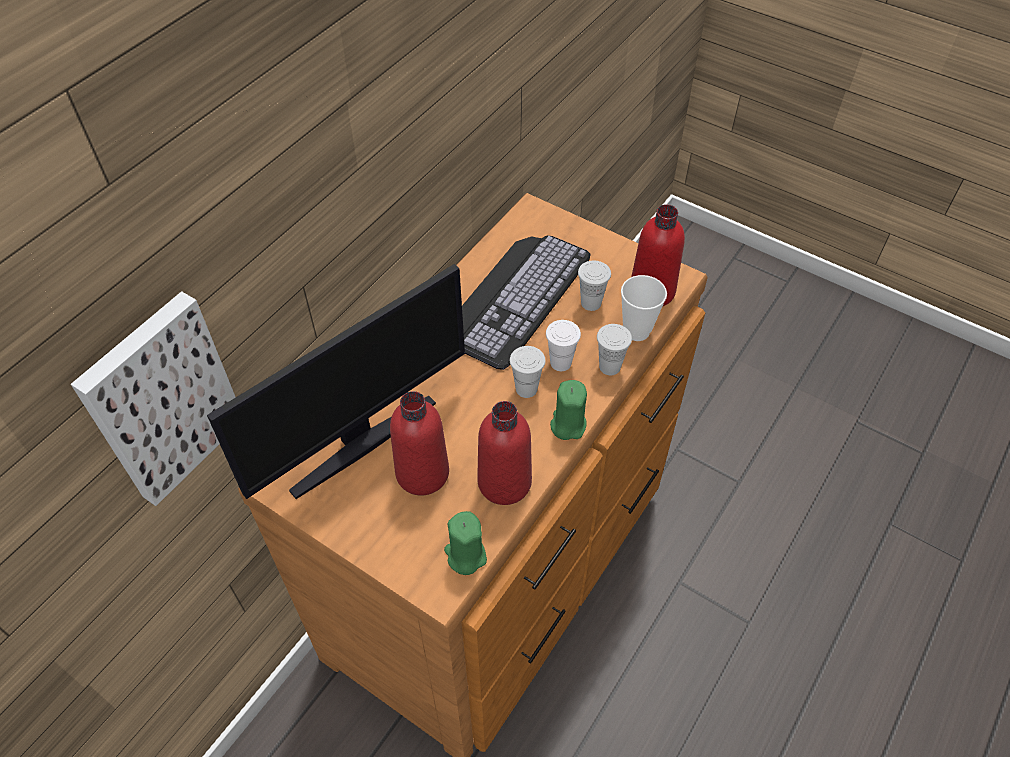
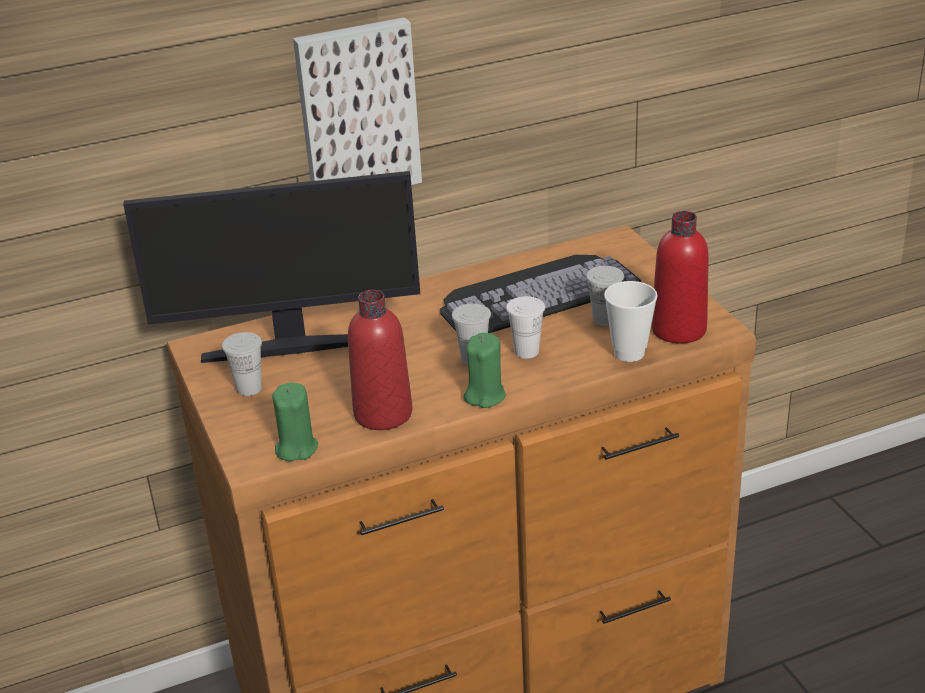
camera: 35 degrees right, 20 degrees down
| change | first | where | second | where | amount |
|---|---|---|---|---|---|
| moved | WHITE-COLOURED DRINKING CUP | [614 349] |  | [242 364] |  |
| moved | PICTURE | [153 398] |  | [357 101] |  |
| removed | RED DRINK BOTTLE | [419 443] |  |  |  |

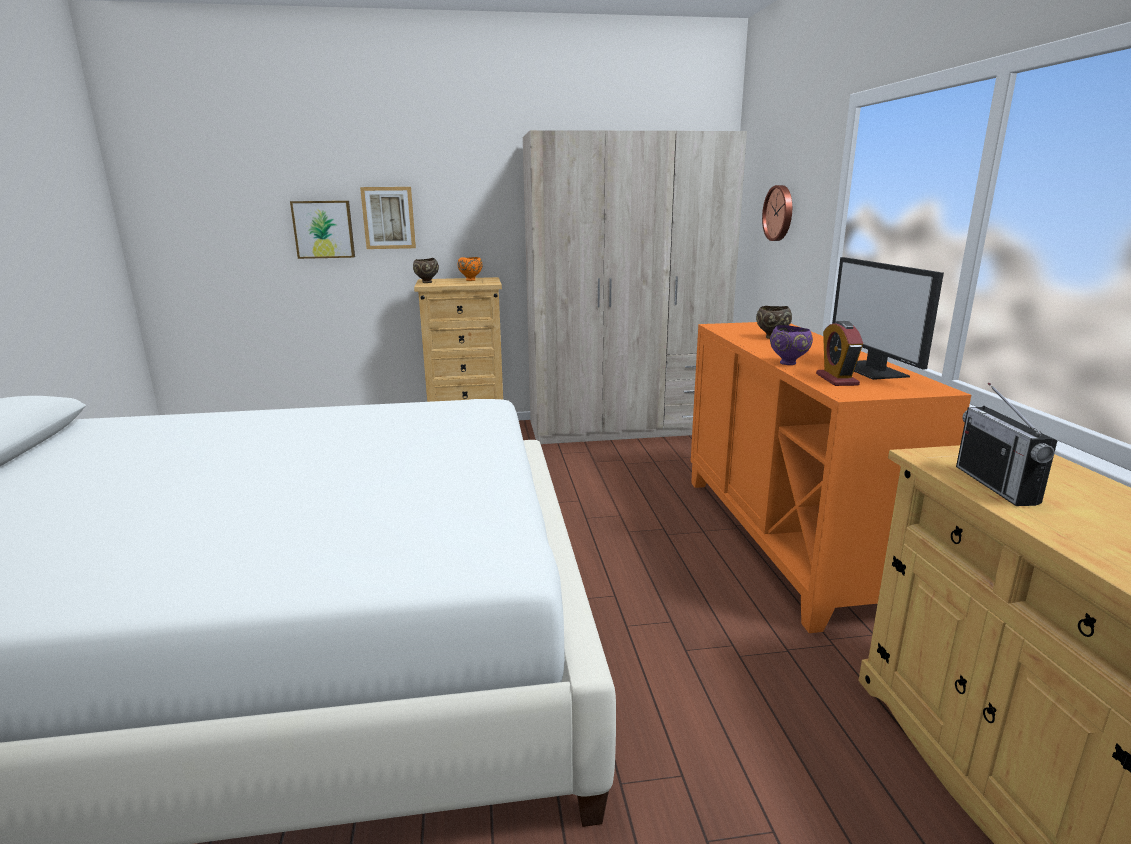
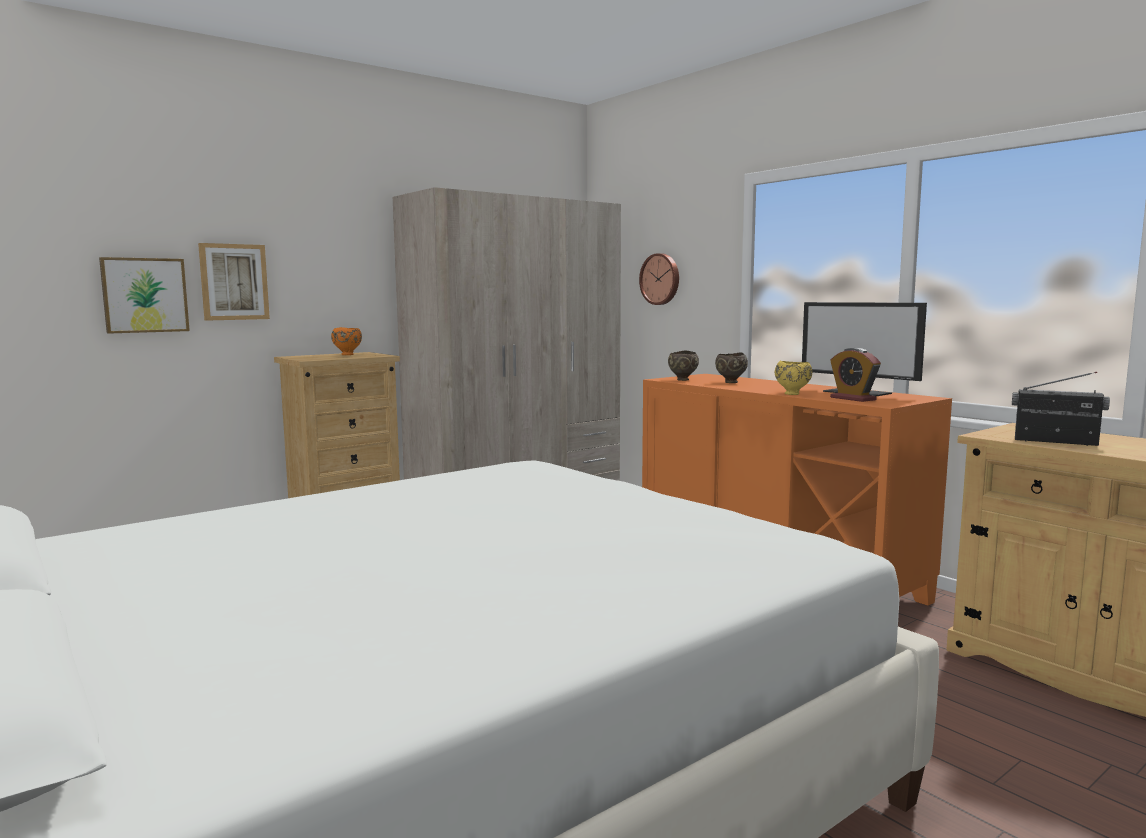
camera: 30 degrees left, 10 degrees down
| change | first | where | second | where | amount |
|---|---|---|---|---|---|
| moved | BROWN-COLOURED DEEP DISH | [426 270] |  | [683 366] |  |
| recoloured | PURPLE-COLOURED DEEP DISH | [791 345] | YELLOWISH DEEP DISH | [793 378] |  |
| turned | RADIO | [1006 444] |  | [1061 409] | 150 degrees clockwise |

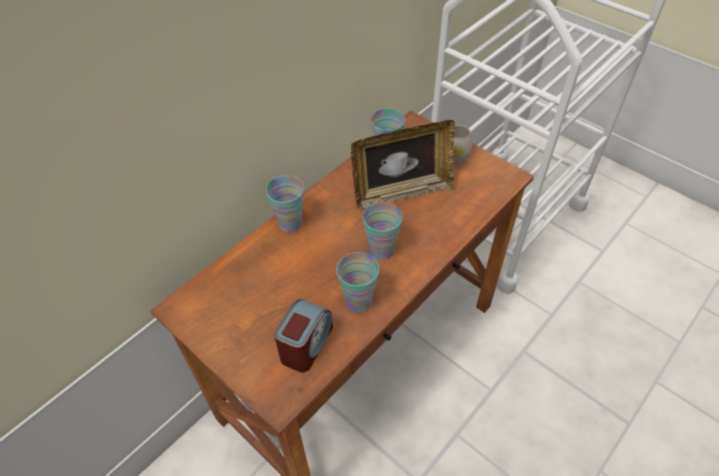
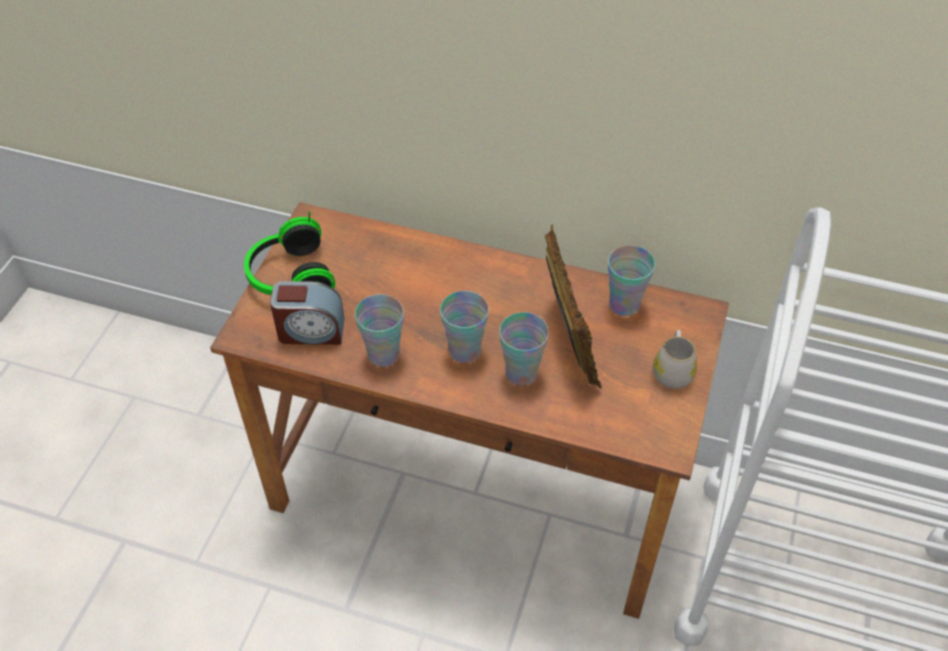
camera: 65 degrees right, 0 degrees up
| change | first | where | second | where | amount |
|---|---|---|---|---|---|
| added |  |  | HEADSET | [289 253] |  |
| moved | DRINKING CUP | [285 203] |  | [524 348] |  |
| turned | STANDING FRAME | [403 165] |  | [573 306] | 150 degrees counterclockwise |

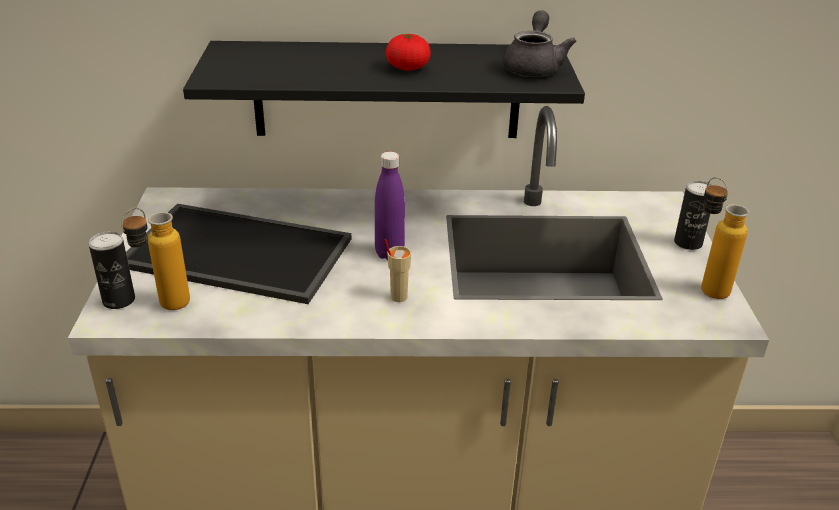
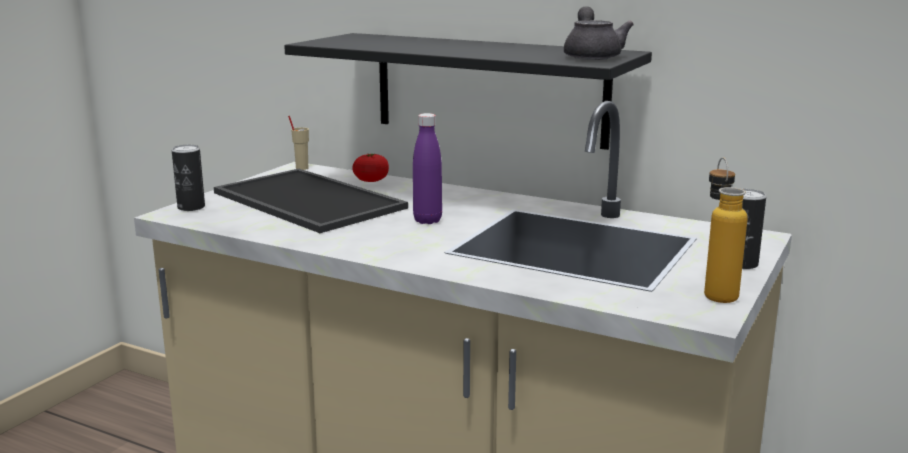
camera: 30 degrees right, 15 degrees down
| change | first | where | second | where | amount |
|---|---|---|---|---|---|
| moved | SAND-COLOURED DRINKING CUP | [397 270] |  | [298 143] |  |
| moved | FRESH TOMATO | [408 52] |  | [370 168] |  |
| turned | GREY POT FOR TEA | [539 43] |  | [599 33] | 45 degrees counterclockwise |
| removed | DRINK BOTTLE | [155 259] |  |  |  |

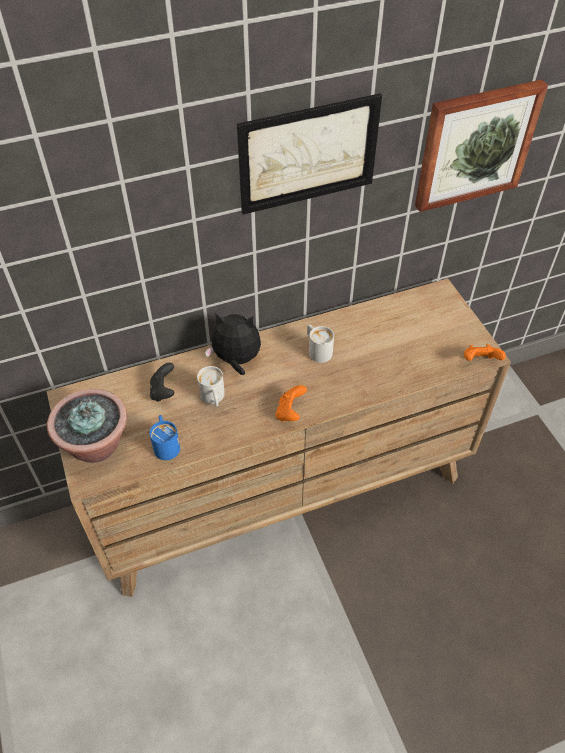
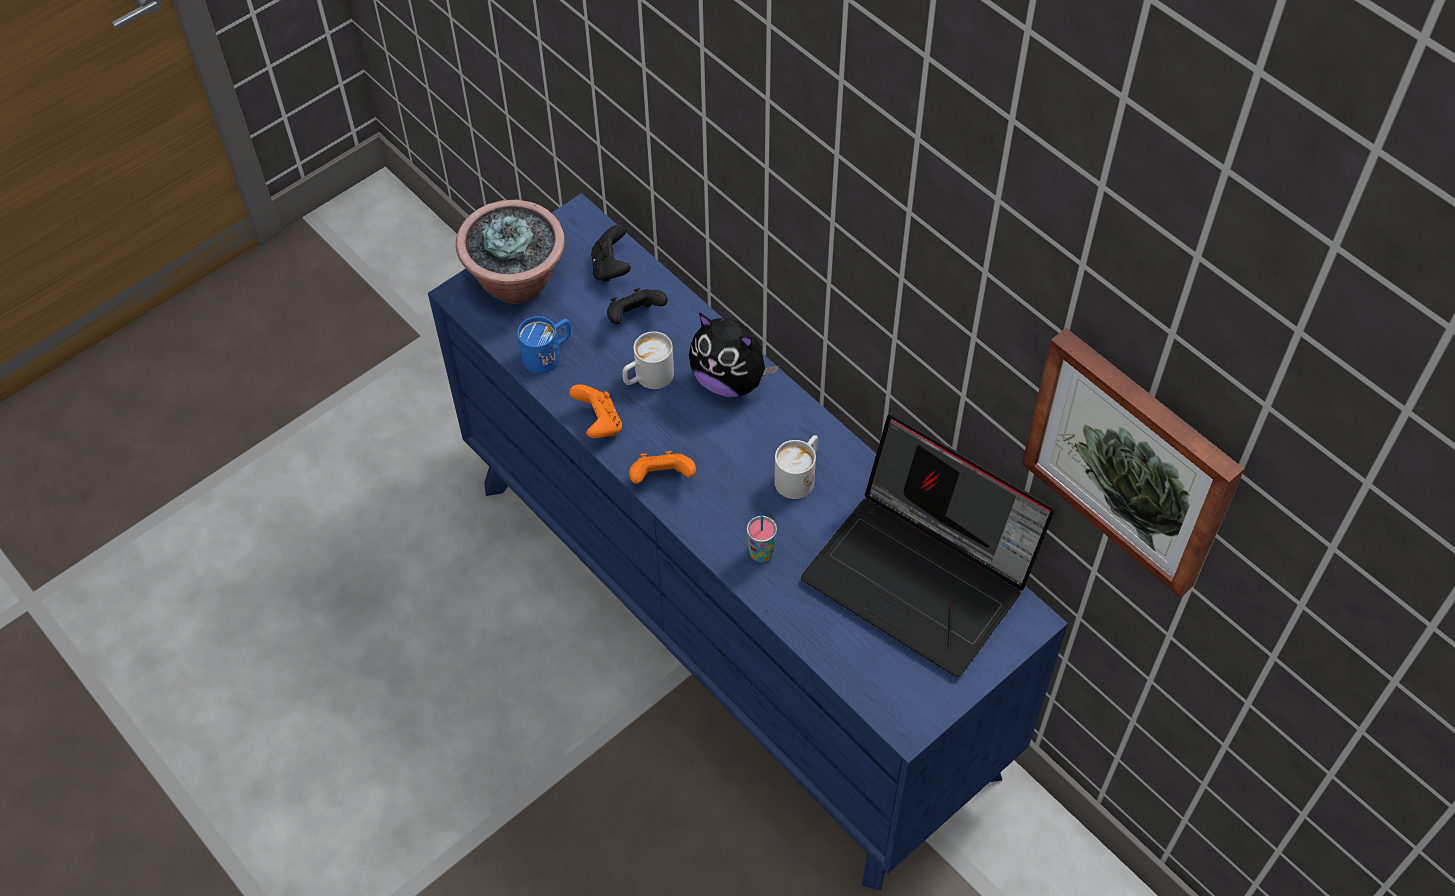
camera: 70 degrees right, 5 degrees up
| change | first | where | second | where | amount |
|---|---|---|---|---|---|
| recoloured | BROWN-COLOURED CHEST OF DRAWERS | [278 437] | BLUISH CHEST OF DRAWERS | [748 541] |  |
| moved | ORANGE-COLOURED GAMEPAD | [485 352] |  | [595 411] |  |
| added |  |  | BLACKISH GAMEPAD | [611 253] |  |
| turned | PLUSH TOY | [233 343] |  | [734 355] | 135 degrees clockwise |
| added |  |  | DRINKING CUP | [762 538] |  |
| added |  |  | LAPTOP | [927 546] |  |
| removed | PICTURE | [309 154] |  |  |  |

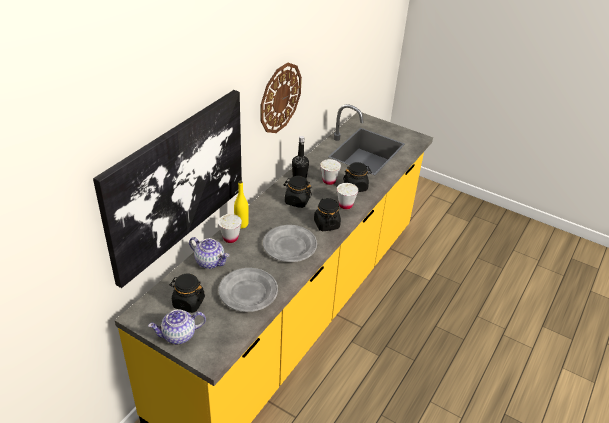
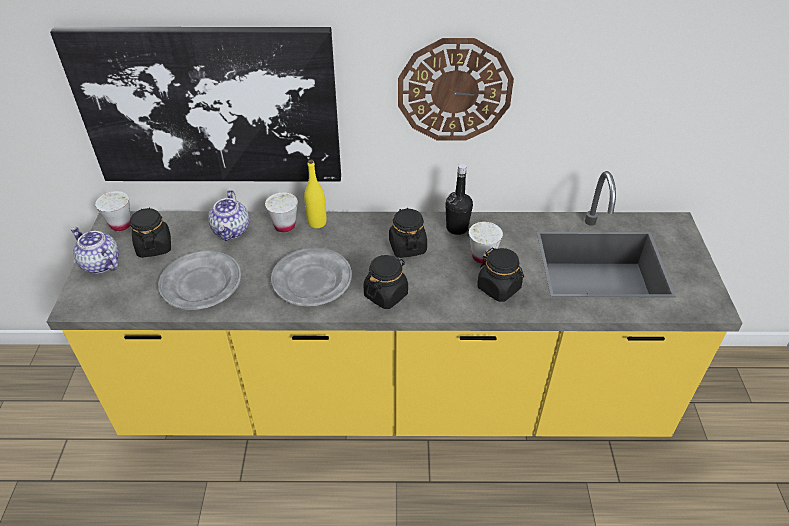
camera: 60 degrees right, 5 degrees up
| change | first | where | second | where | amount |
|---|---|---|---|---|---|
| moved | WHITE-COLOURED DRINKING CUP | [347 196] |  | [113 211] |  |

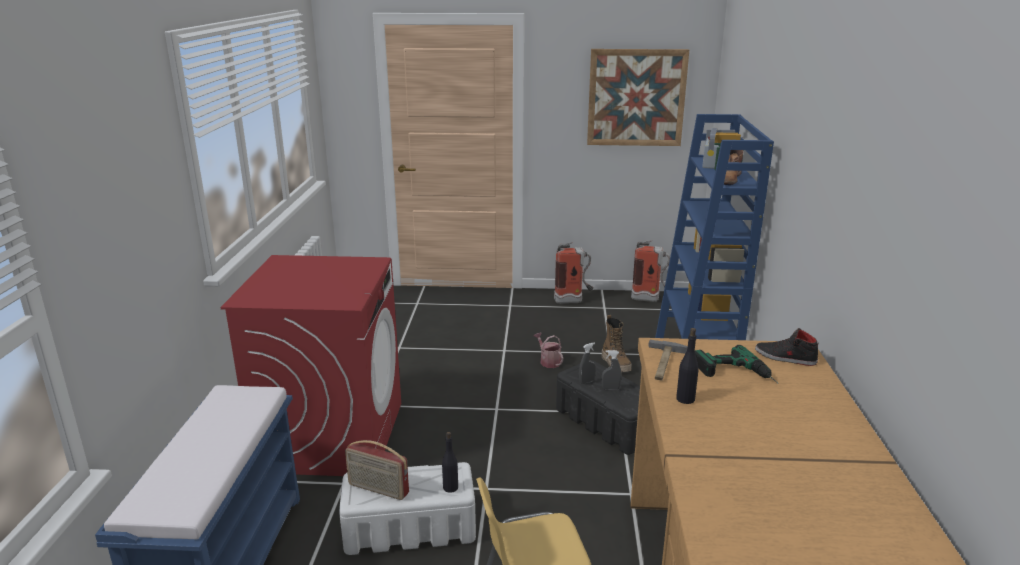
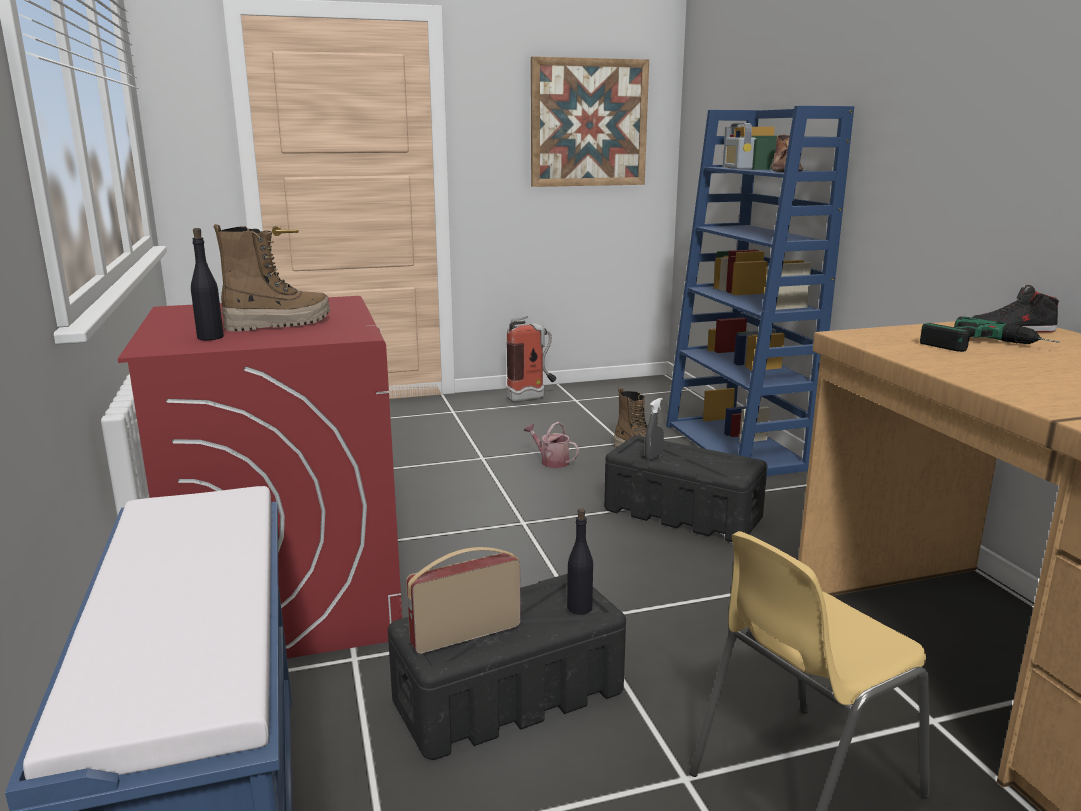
camera: 20 degrees left, 5 degrees down
| change | first | where | second | where | amount |
|---|---|---|---|---|---|
| moved | BLACKISH DRINK BOTTLE | [687 366] |  | [207 284] |  |
| added |  |  | TALL BOOT | [272 277] |  |
| recoloured | WHITE-COLOURED STORAGE BOX | [407 508] | BLACKISH STORAGE BOX | [507 667] |  |
| turned | RADIO | [377 470] |  | [463 600] | 150 degrees clockwise |
| removed | GREY HAND SPRAYER | [611 370] |  |  |  |
| removed | FIRE-FIGHTING CYLINDER | [650 271] |  |  |  |
| removed | TOOL HAMMER | [668 360] |  |  |  |

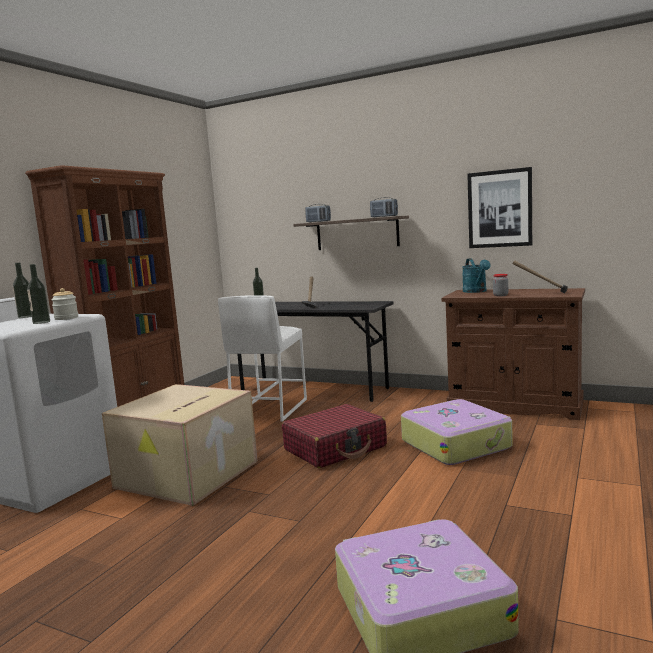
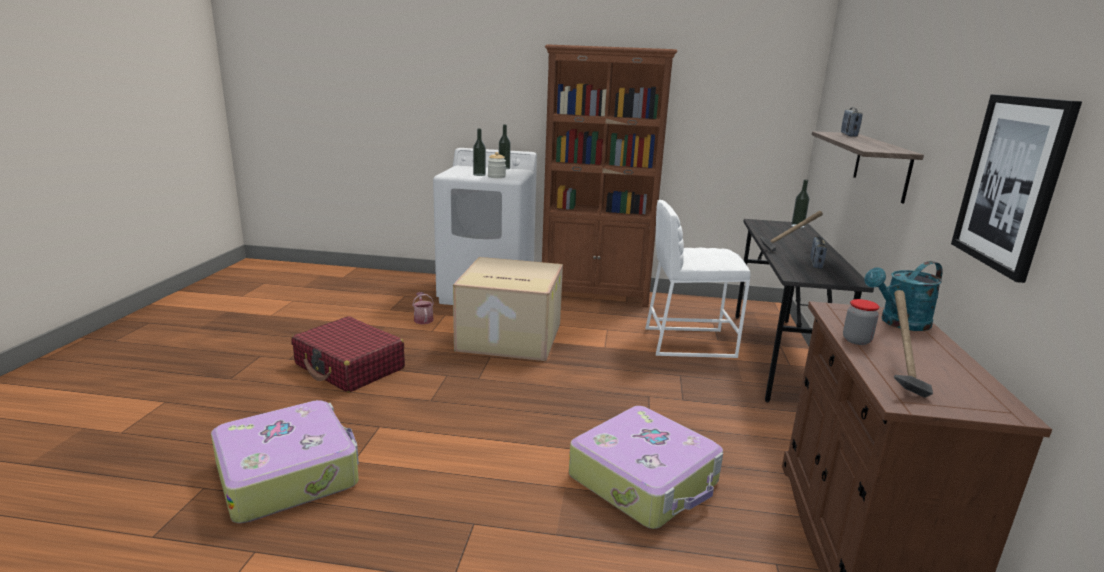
camera: 70 degrees right, 10 degrees up
| change | first | where | second | where | amount |
|---|---|---|---|---|---|
| moved | RED TRAVEL CASE | [334 436] |  | [348 354] |  |
| added |  |  | WATERING CAN | [423 308] |  |
| moved | RADIO | [384 207] |  | [818 252] |  |

